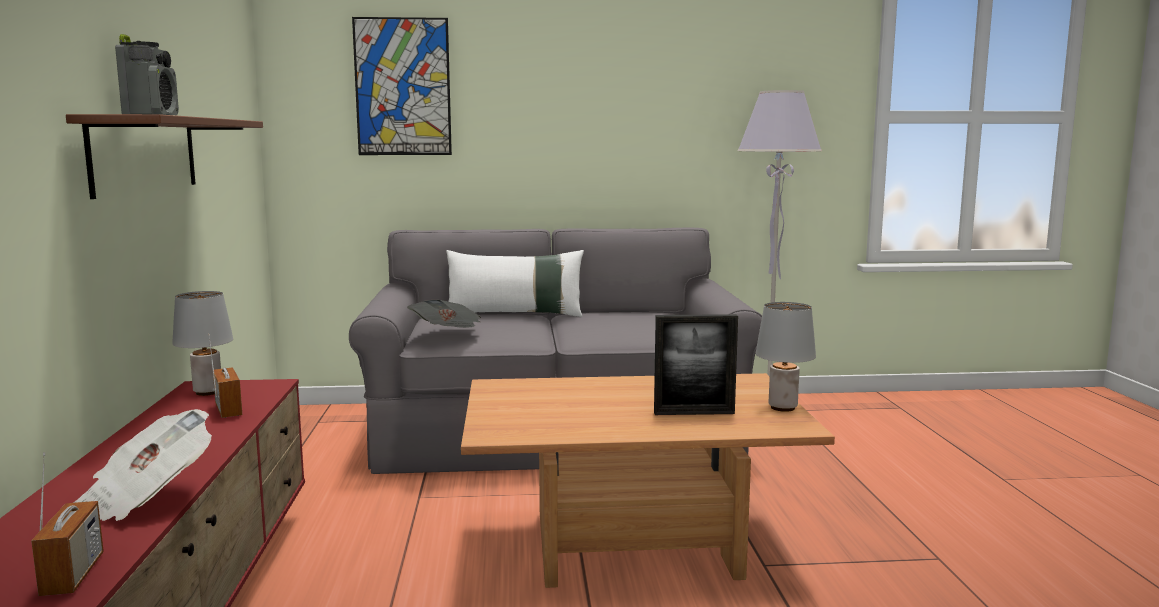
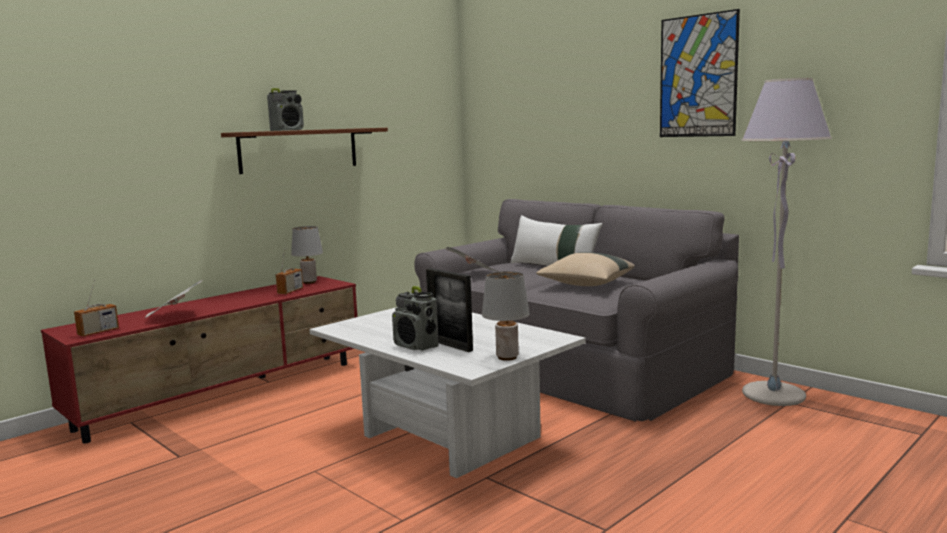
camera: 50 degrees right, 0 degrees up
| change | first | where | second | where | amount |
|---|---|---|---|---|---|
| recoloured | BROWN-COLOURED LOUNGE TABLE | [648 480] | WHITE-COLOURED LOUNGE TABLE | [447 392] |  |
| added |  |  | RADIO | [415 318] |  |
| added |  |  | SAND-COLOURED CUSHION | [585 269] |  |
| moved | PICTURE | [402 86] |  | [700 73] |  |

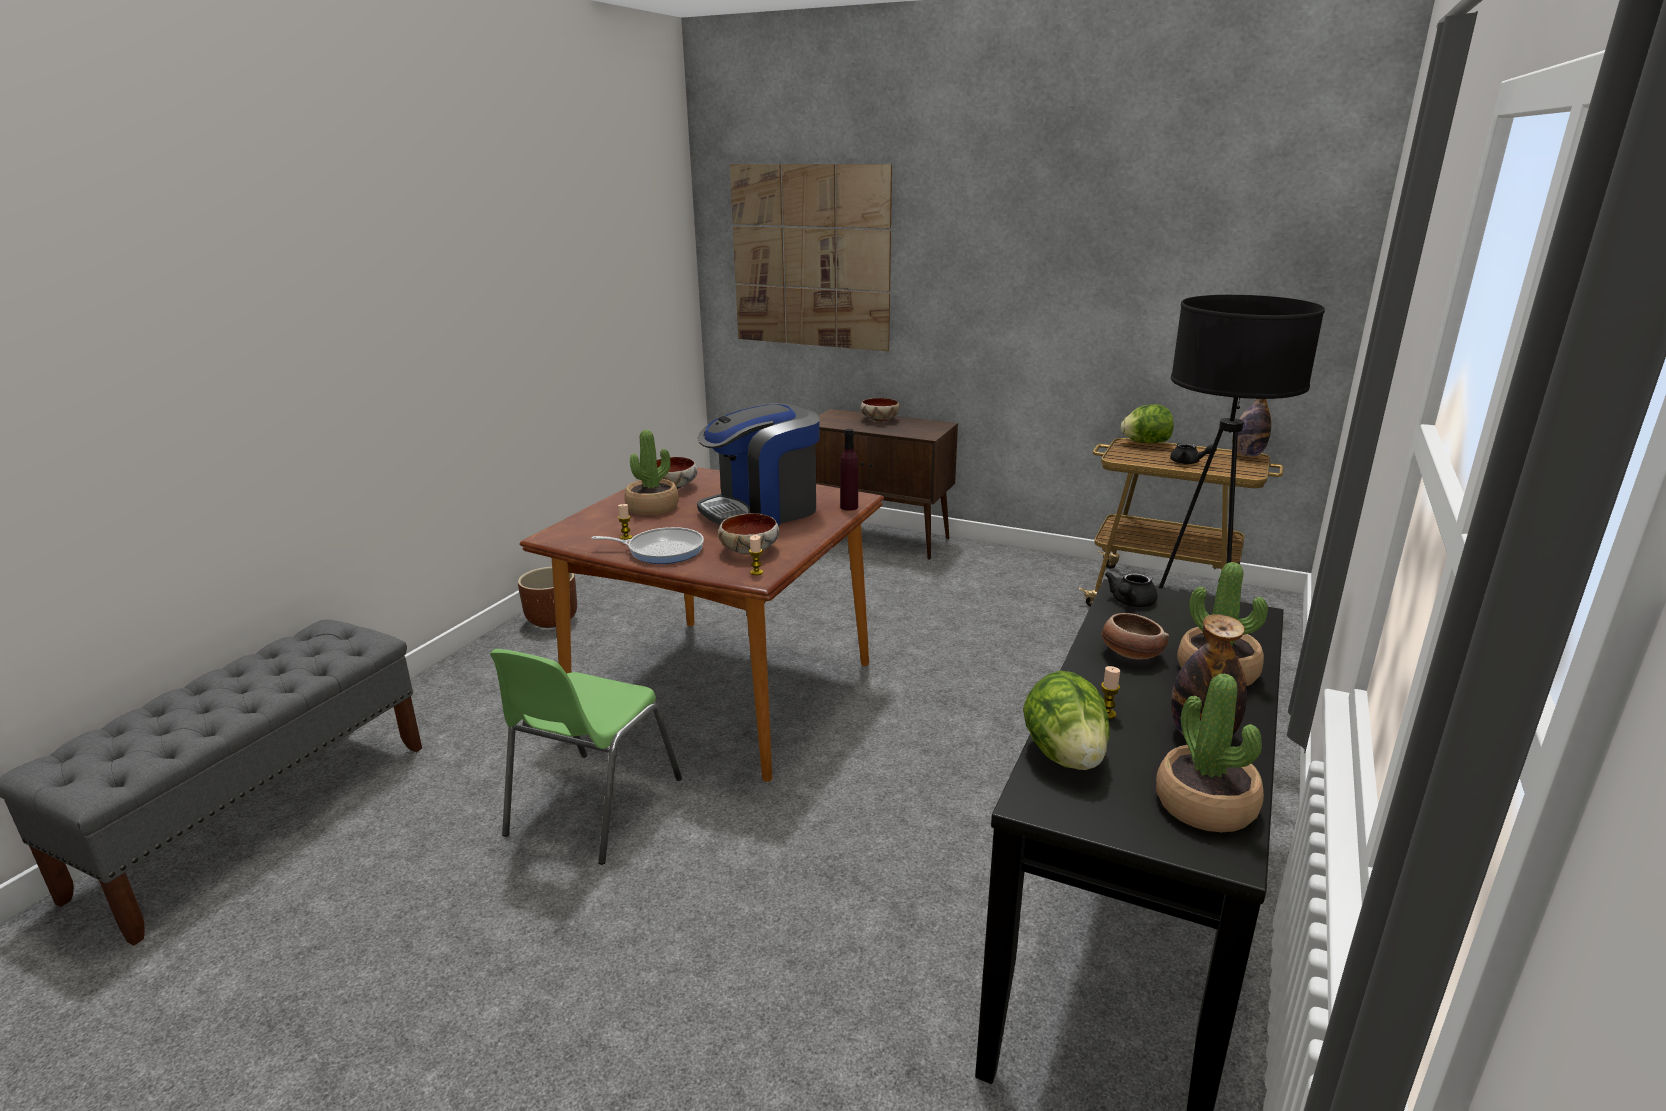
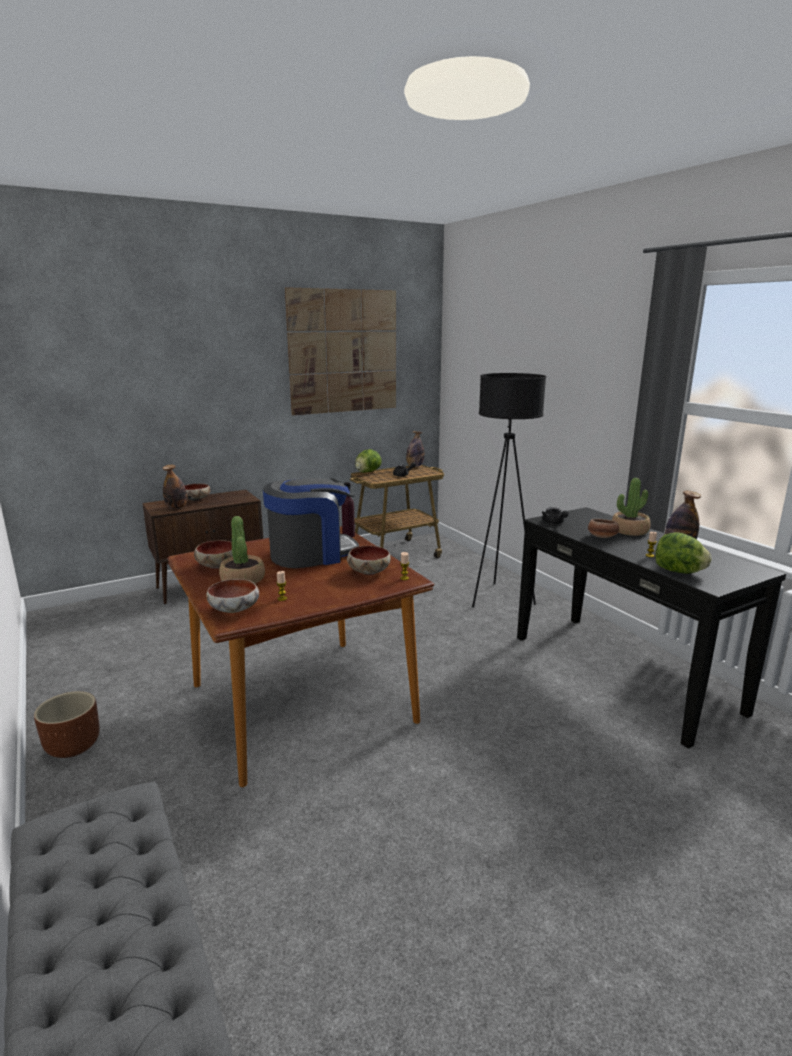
camera: 55 degrees left, 5 degrees down
| change | first | where | second | where | amount |
|---|---|---|---|---|---|
| added |  |  | DRINK BOTTLE | [175 487] |  |
| added |  |  | DEEP DISH | [232 596] |  |
| turned | COFFEE BREWER | [758 464] |  | [311 523] | 120 degrees counterclockwise |
| moved | PICTURE | [811 257] |  | [340 351] |  |
| removed | GREENISH UPRIGHT CHAIR | [586 757] |  |  |  |
| removed | PAN | [648 545] |  |  |  |
| removed | PLANT IN A POT | [1210 752] |  |  |  |

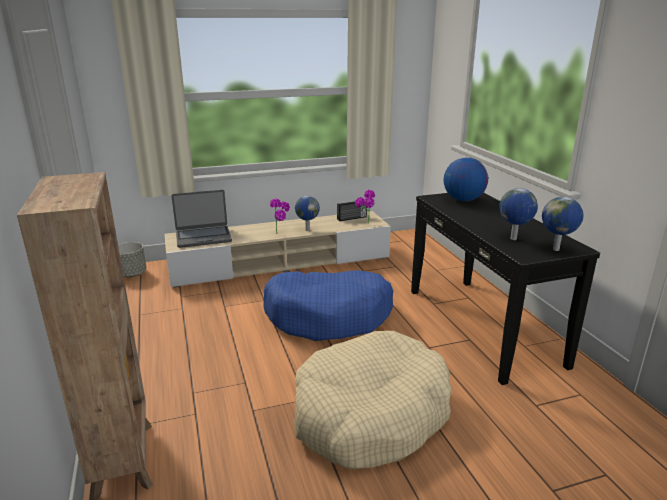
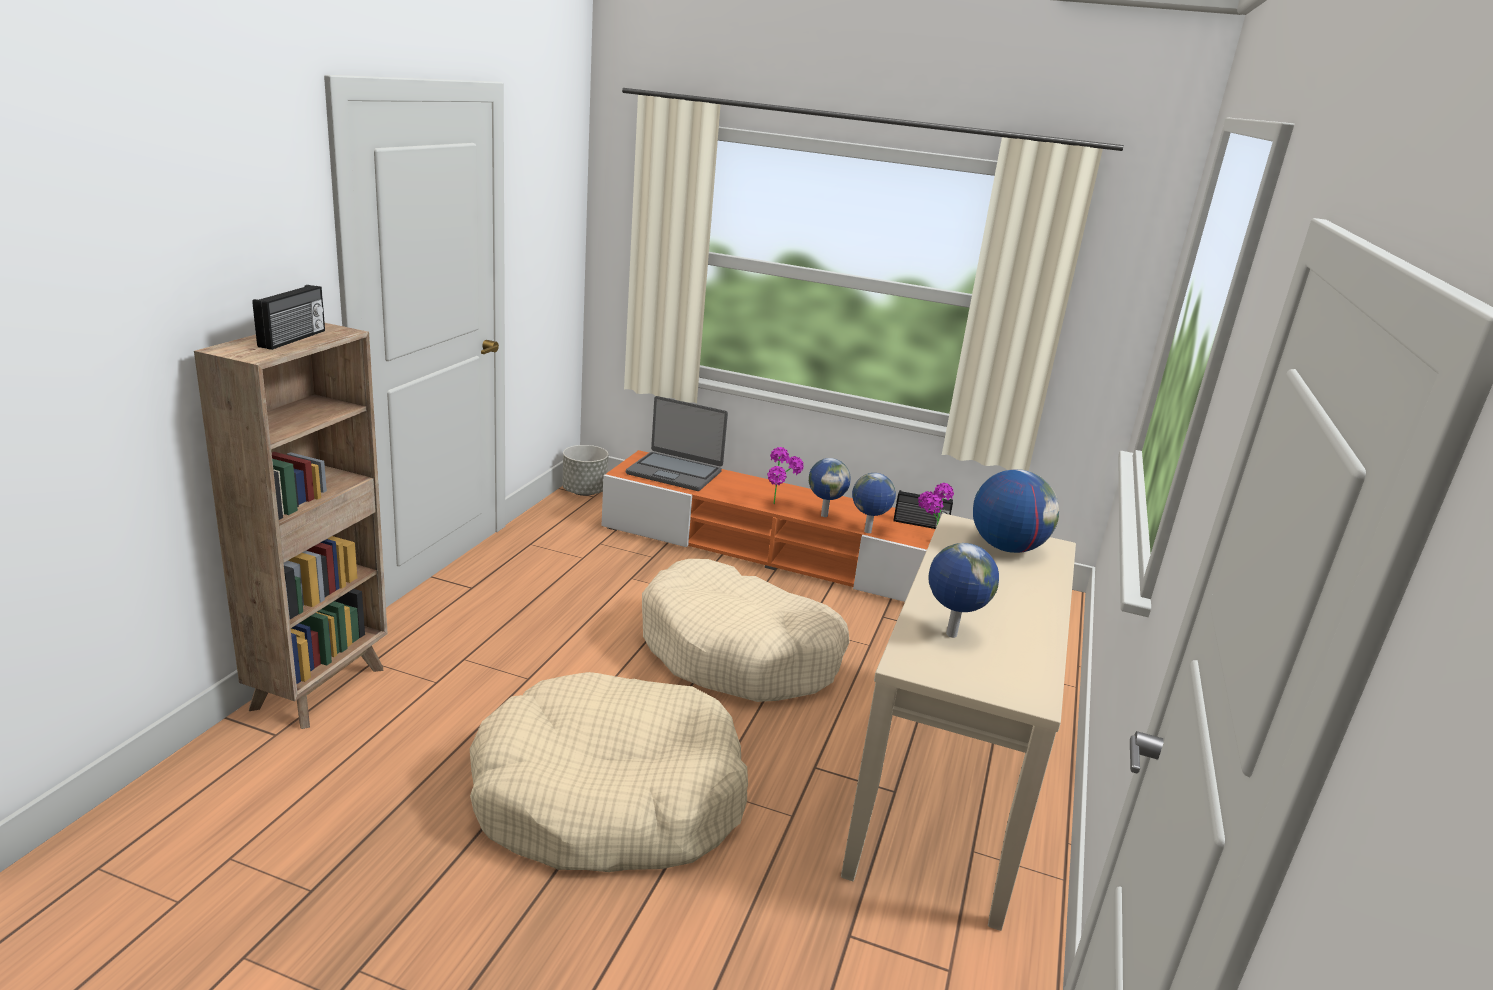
camera: 35 degrees right, 0 degrees up
| change | first | where | second | where | amount |
|---|---|---|---|---|---|
| added |  |  | RADIO | [288 317] |  |
| recoloured | SAND-COLOURED TV UNIT | [277 249] | ORANGE-COLOURED TV UNIT | [768 526] |  |
| recoloured | BLUISH DOG BED | [328 305] | SAND-COLOURED DOG BED | [745 630] |  |
| recoloured | BLACKISH CONSOLE TABLE | [505 289] | SAND-COLOURED CONSOLE TABLE | [958 722] |  |
| moved | WORLD GLOBE | [562 224] |  | [874 503] |  |

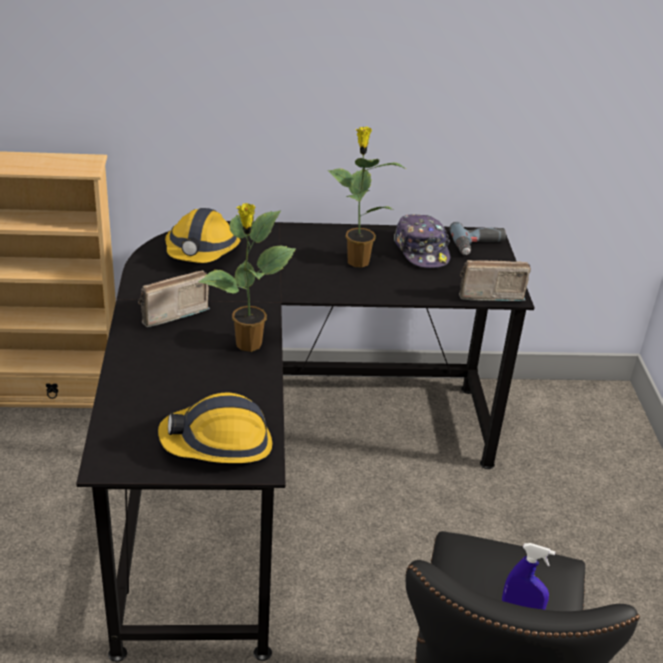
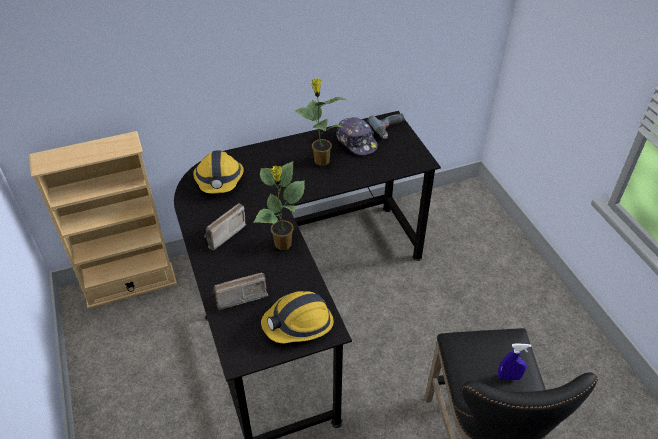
camera: 15 degrees left, 10 degrees up
| change | first | where | second | where | amount |
|---|---|---|---|---|---|
| moved | RADIO | [495 280] |  | [240 291] |  |

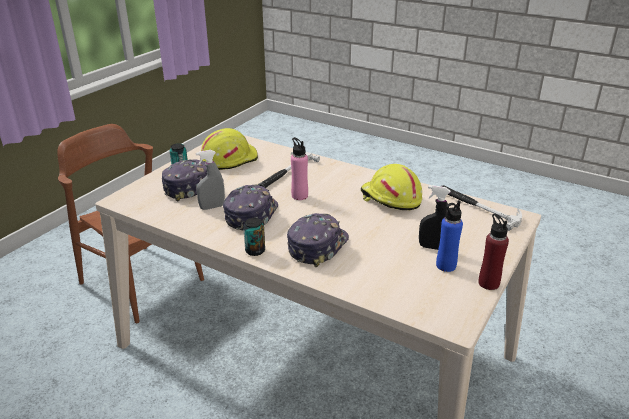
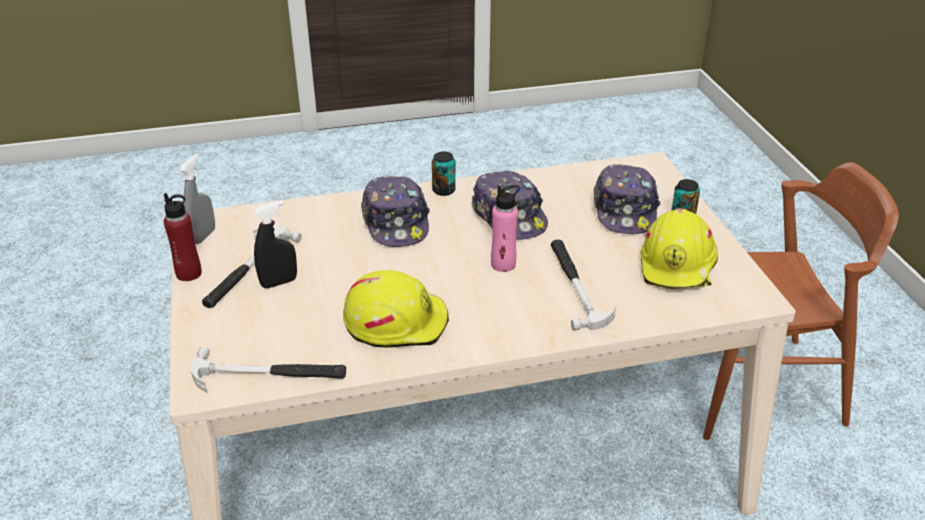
camera: 135 degrees right, 5 degrees up
| change | first | where | second | where | amount |
|---|---|---|---|---|---|
| moved | GREY HAND SPRAYER | [210 180] |  | [197 199] |  |
| replaced | BLUISH DRINK BOTTLE | [449 236] | TOOL HAMMER | [252 267] |  |

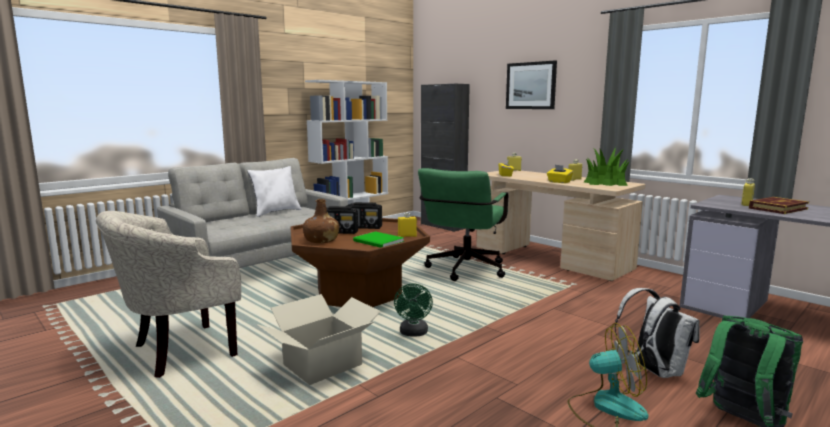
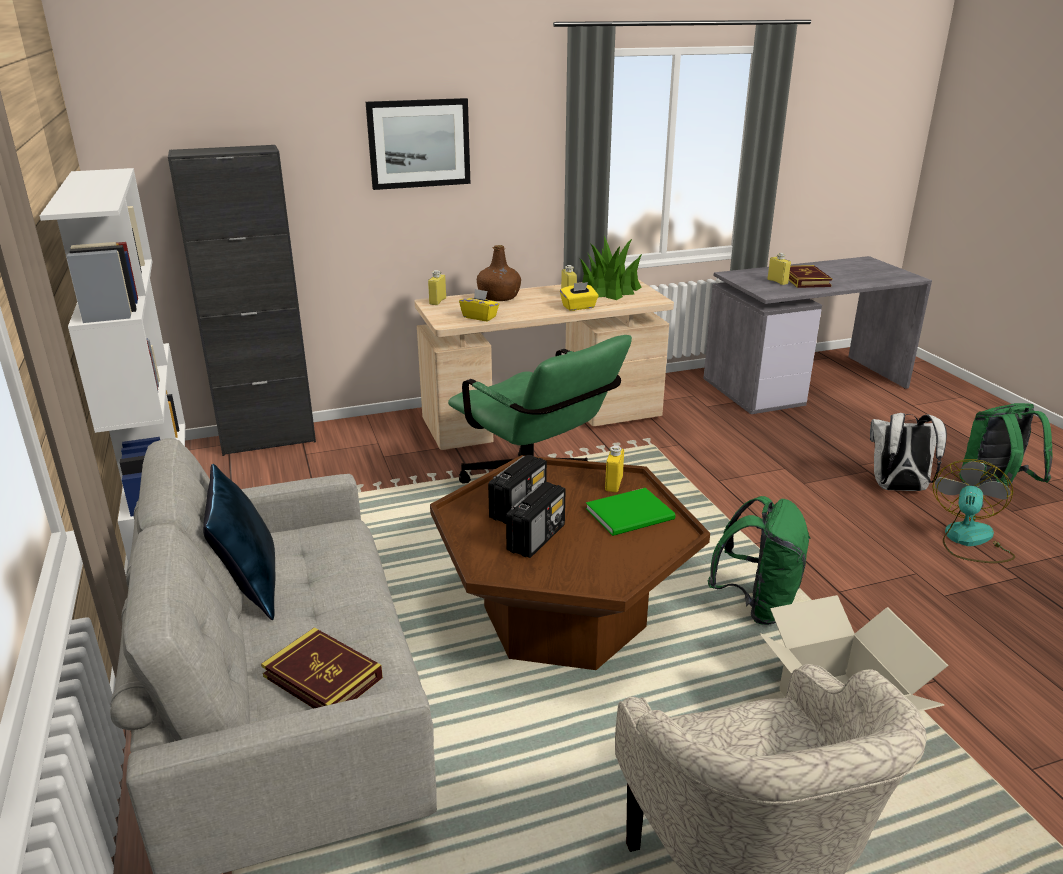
camera: 65 degrees left, 15 degrees up
| change | first | where | second | where | amount |
|---|---|---|---|---|---|
| recoloured | WHITE-COLOURED CUSHION | [275 191] | BLUISH CUSHION | [239 542] |  |
| added |  |  | BOOK | [322 668] |  |
| moved | BROWN-COLOURED DRINK BOTTLE | [321 221] |  | [499 273] |  |
| replaced | GREENISH COOLING FAN | [413 310] | GREENISH BACKPACK | [759 560] |  |

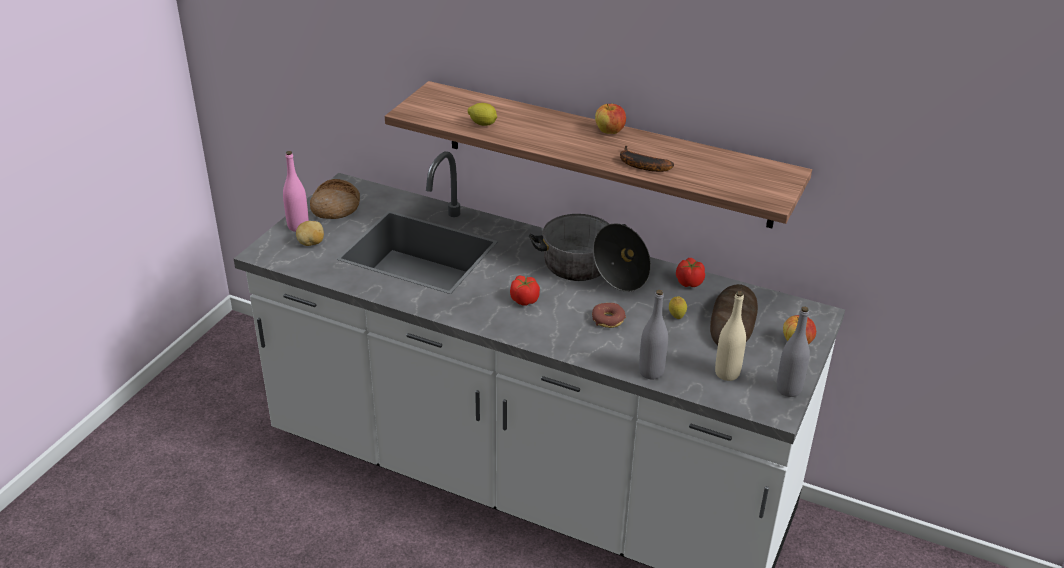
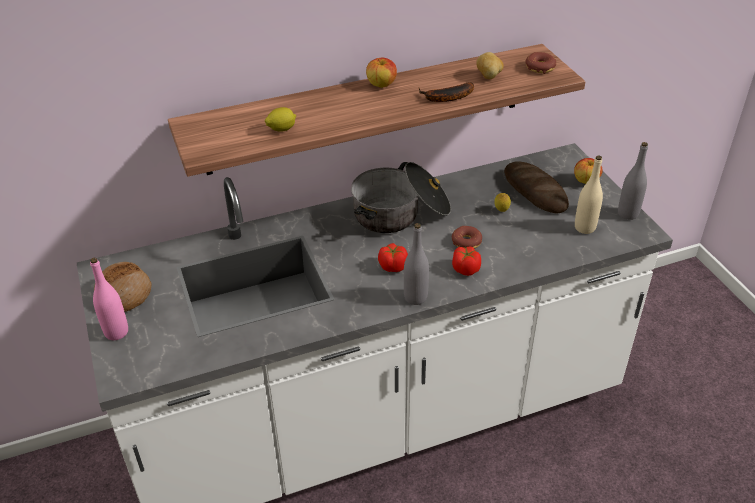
camera: 45 degrees left, 5 degrees up
| change | first | where | second | where | amount |
|---|---|---|---|---|---|
| moved | GREY DRINK BOTTLE | [653 335] |  | [416 264] |  |
| moved | FRESH TOMATO | [690 272] |  | [466 261] |  |
| moved | POTATO | [310 233] |  | [490 65] |  |
| added |  |  | RING DOUGHNUT | [540 63] |  |

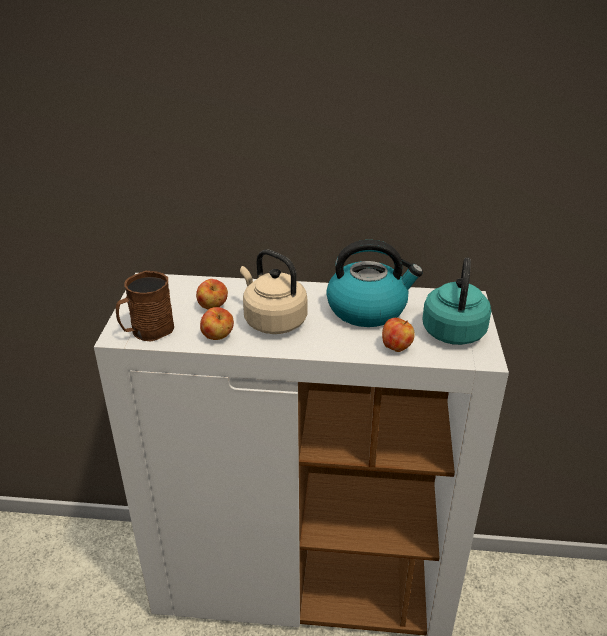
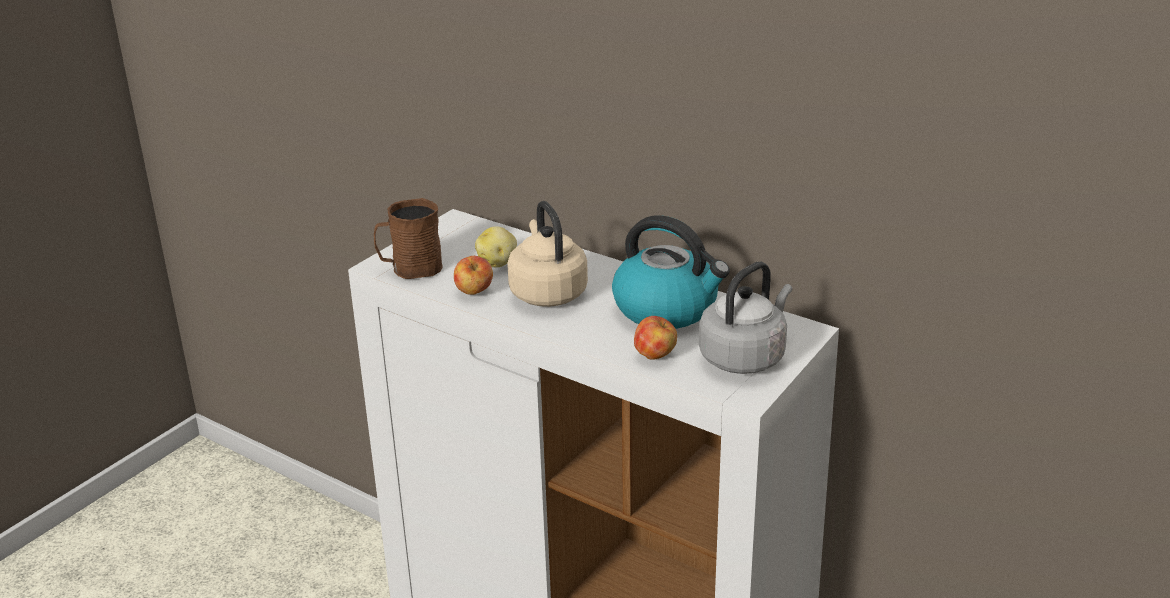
camera: 30 degrees right, 5 degrees down
| change | first | where | second | where | amount |
|---|---|---|---|---|---|
| replaced | WHOLE APPLE | [212 294] | POTATO | [496 246] |  |
| recoloured | TURQUOISE TEA KETTLE | [456 301] | GREY TEA KETTLE | [745 318] |  |

